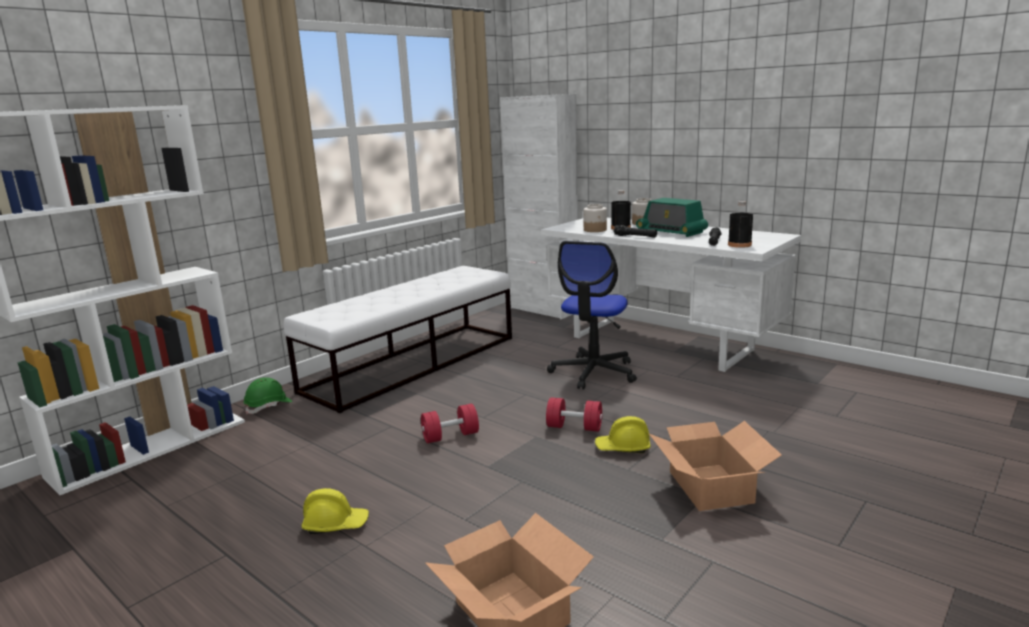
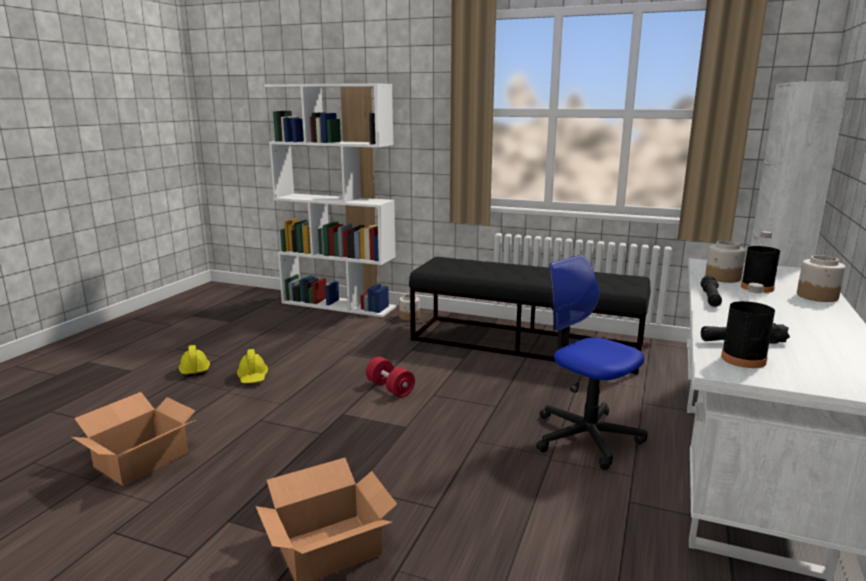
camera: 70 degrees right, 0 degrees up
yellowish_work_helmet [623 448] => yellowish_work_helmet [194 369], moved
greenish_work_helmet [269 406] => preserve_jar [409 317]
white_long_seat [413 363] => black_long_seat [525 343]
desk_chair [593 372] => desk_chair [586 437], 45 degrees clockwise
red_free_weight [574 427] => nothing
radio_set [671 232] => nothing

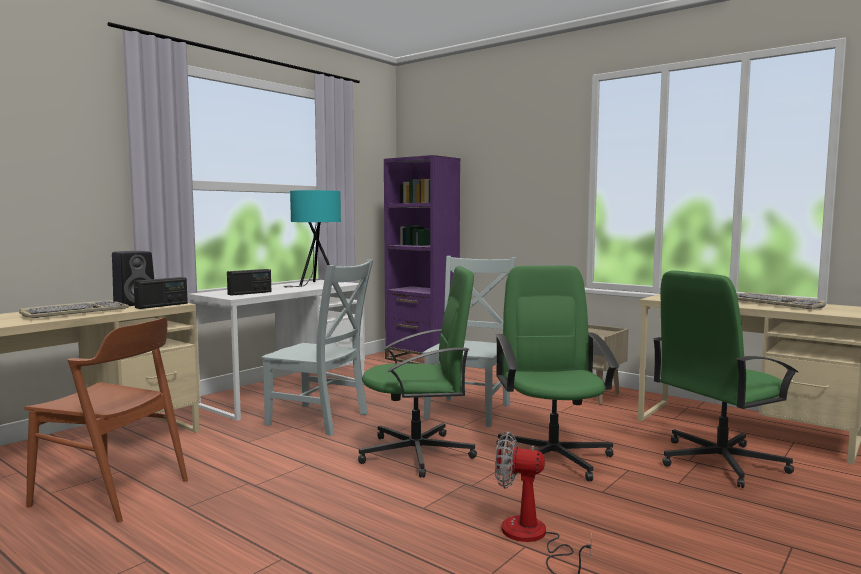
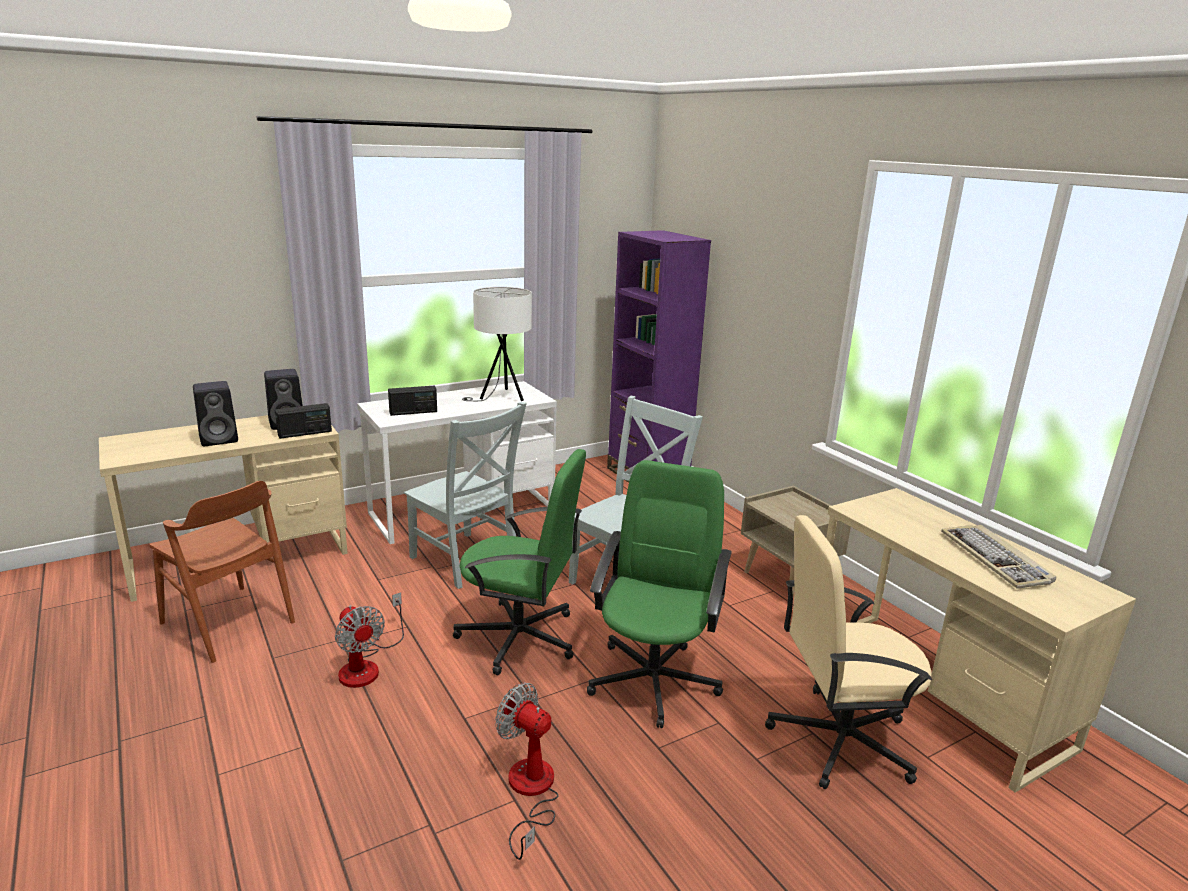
camera: 20 degrees right, 15 degrees up
computer_keyboard [75 313] => black_audio_speaker [220 439]
nothing => electric_fan [366 665]
blue-green_lamp_for_a_table [315 285] => white_lamp_for_a_table [500 397]
greenish_desk_chair [718 462] => beige_desk_chair [838 739]

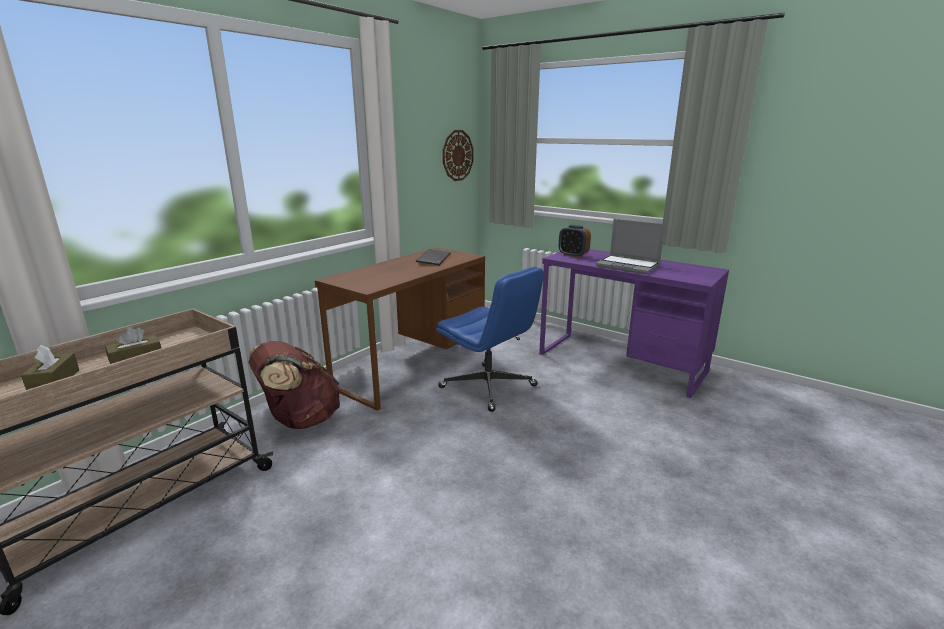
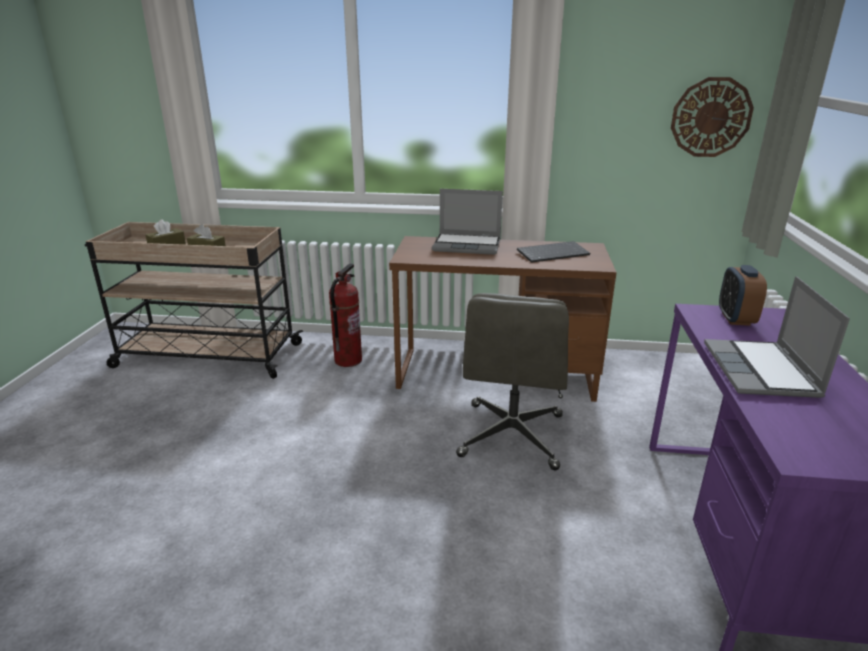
camera: 60 degrees right, 5 degrees up
brown-coloured_knapsack [300 420] => fire-fighting_cylinder [348 360]
nothing => laptop [468 245]
bluish_desk_chair [489 387] => gray_desk_chair [512 436]

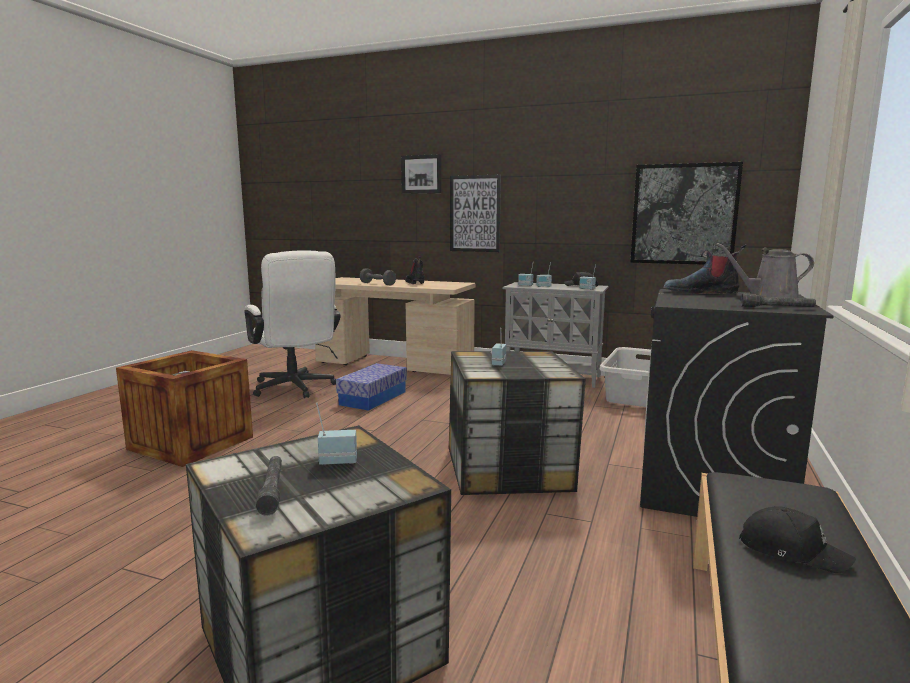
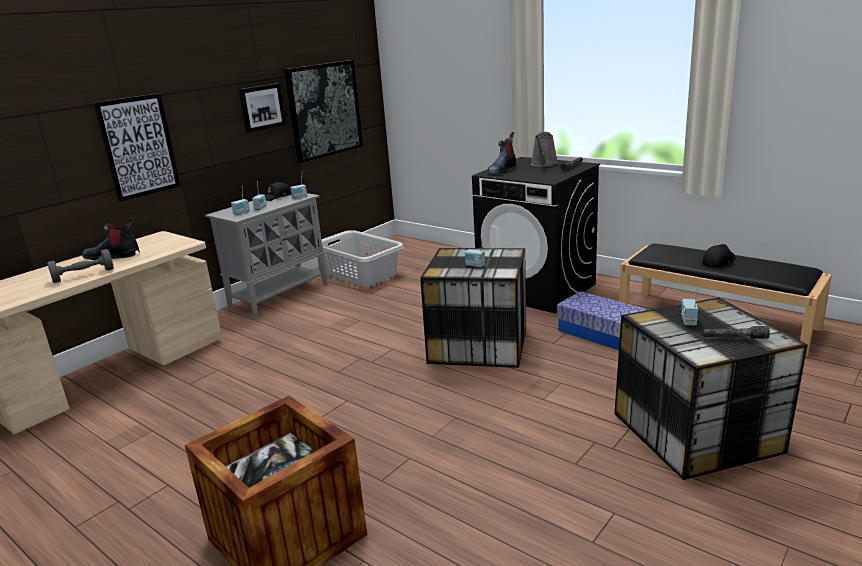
camera: 70 degrees left, 10 degrees up
picture [421 174] => picture [262 107], moved
storage_container [373 398] => storage_container [600 333], moved
white_desk_chair [295 389] => nothing

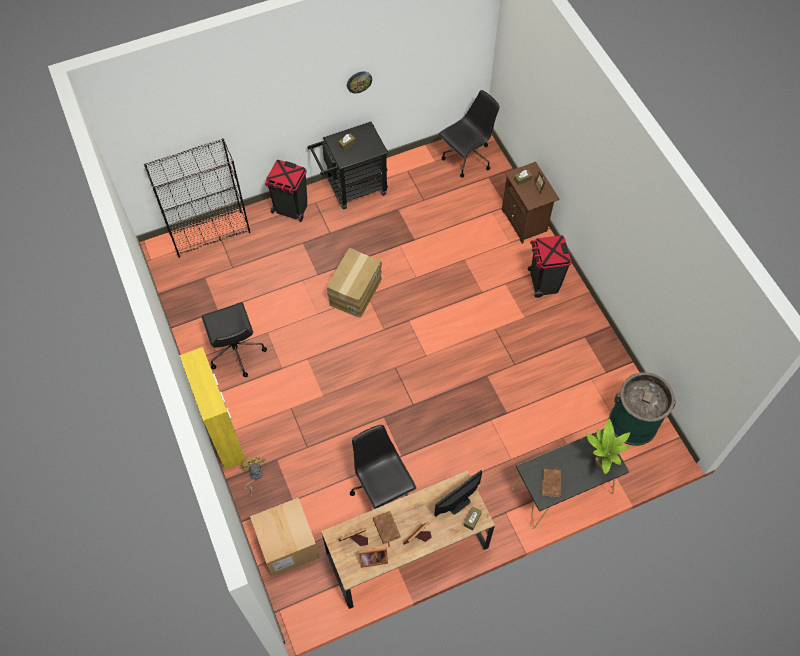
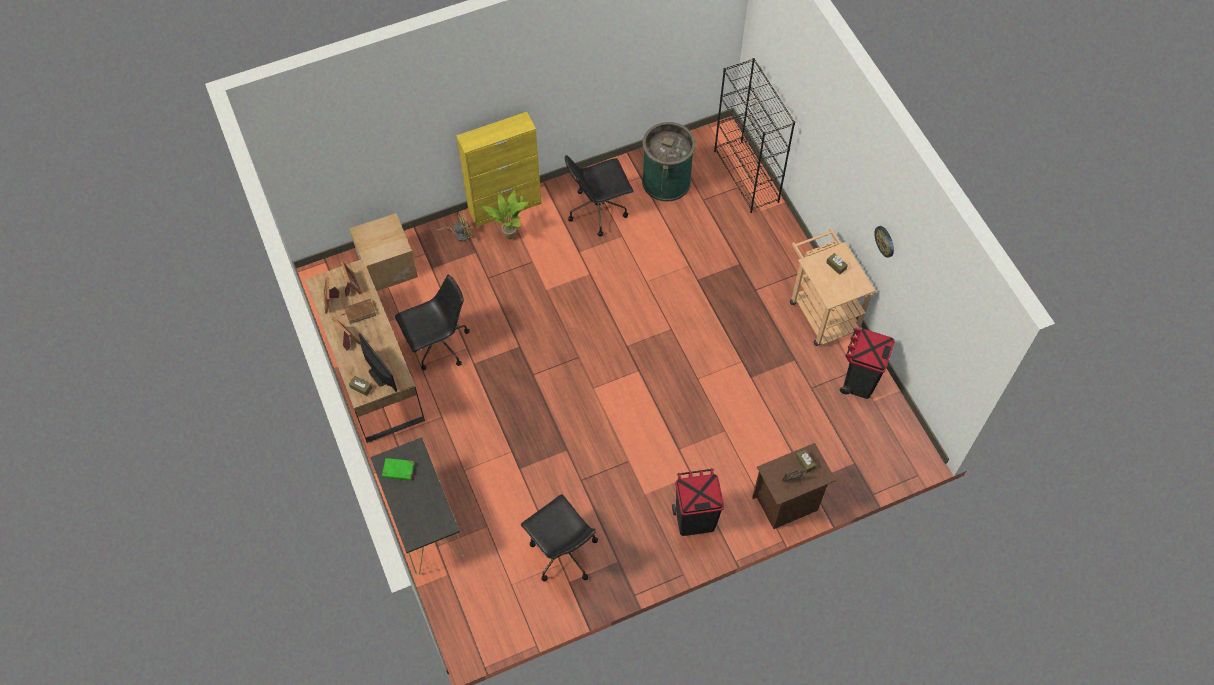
camera: 90 degrees right, 0 degrees up
brown-coloured_volume [551 483] => greenish_volume [398 470]
potted_plant [599 464] => potted_plant [510 234], moved
black_desk_chair [467 159] => black_desk_chair [563 552], moved
greenish_waste_bin [633 422] => greenish_waste_bin [666 181], moved
black_trolley [352 189] => beige_trolley [821 310]
black_waste_bin [291 209] => black_waste_bin [859 381], moved
cardboard_box [355 291] => nothing

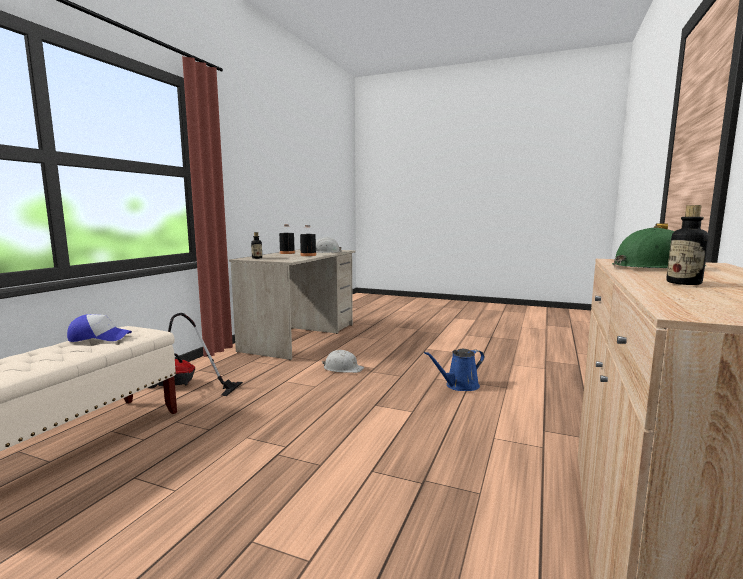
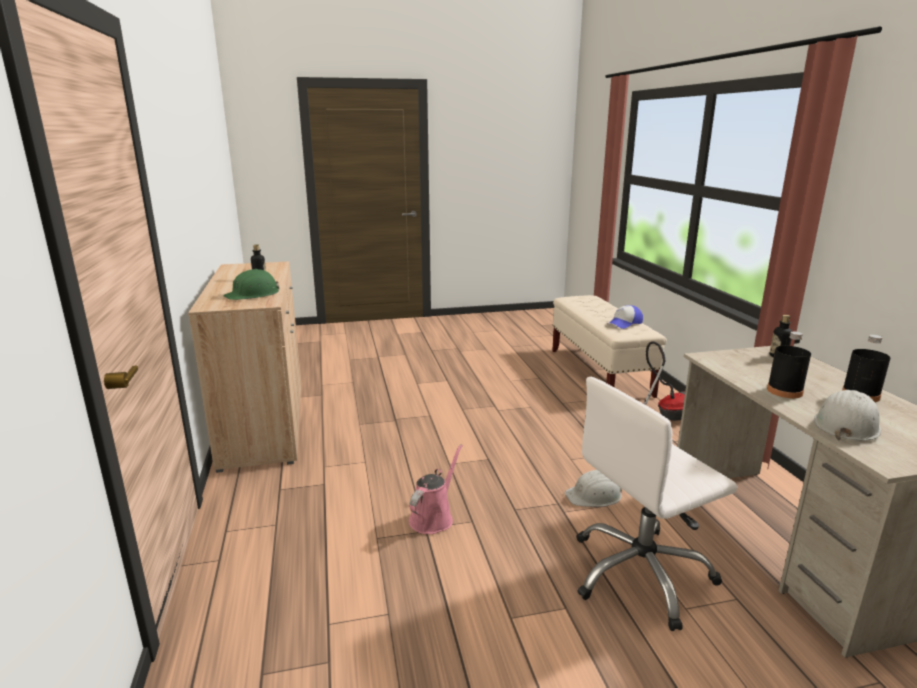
camera: 145 degrees right, 10 degrees up
bluish_watering_can [459 386] => pinkish_watering_can [433 517]
nothing => white_desk_chair [641 574]

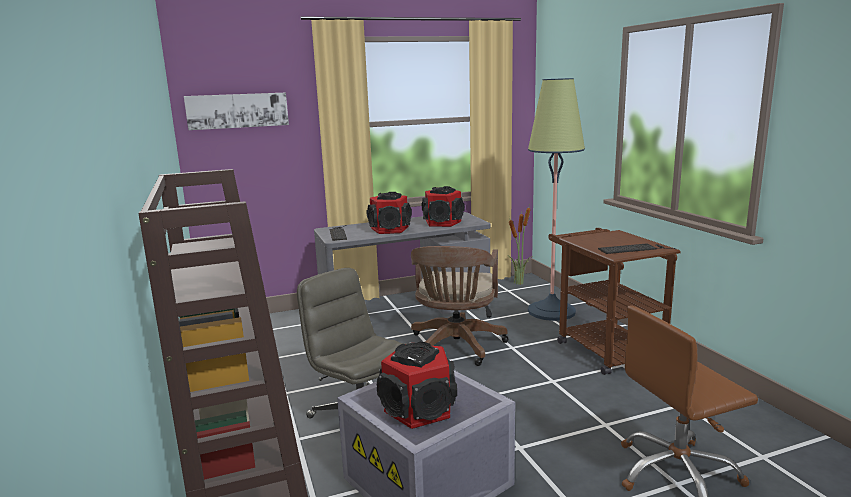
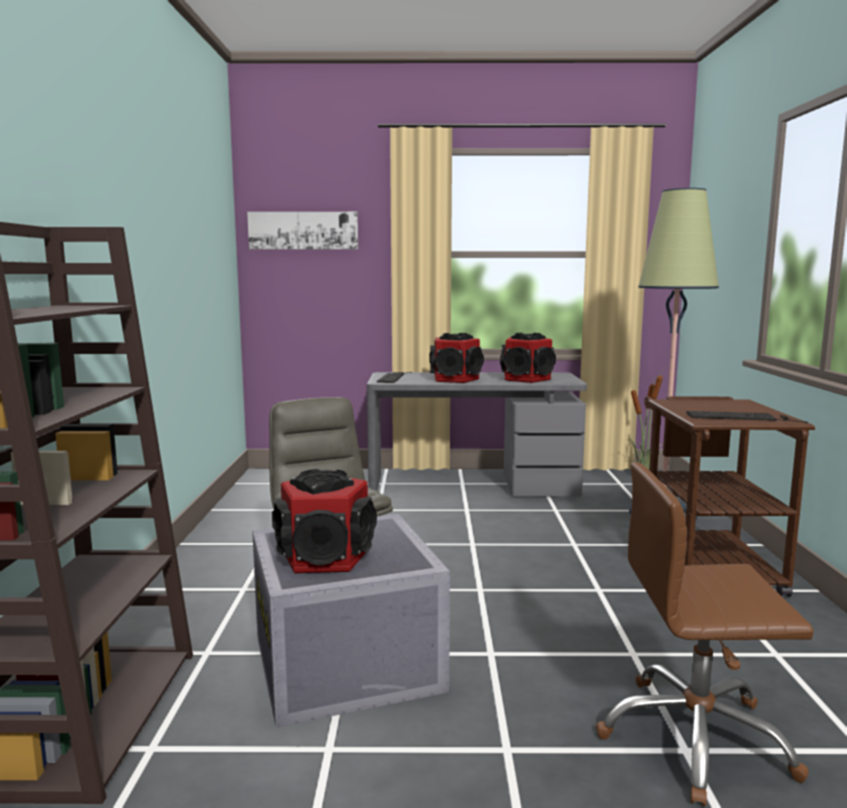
camera: 20 degrees right, 5 degrees down
brown-coloured_desk_chair [456 347] => nothing

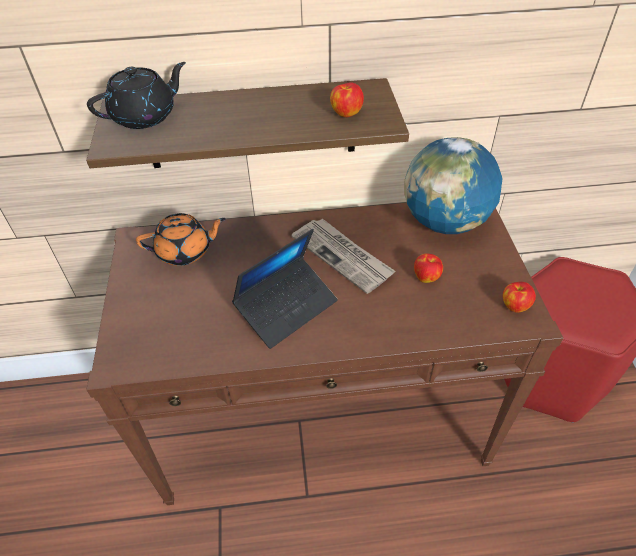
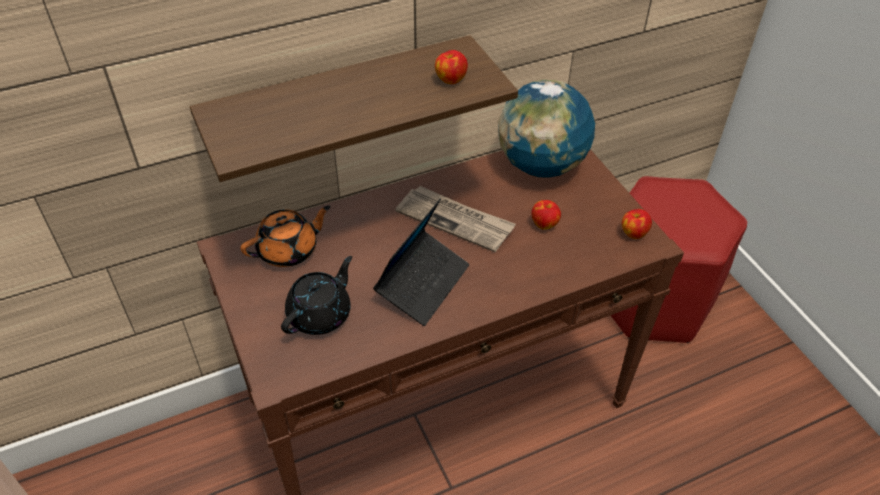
camera: 20 degrees left, 0 degrees up
black_pot_for_tea [145 116] => black_pot_for_tea [320 314], moved

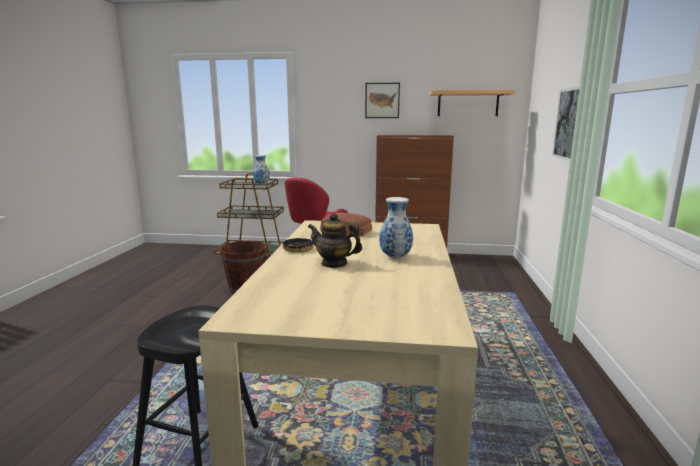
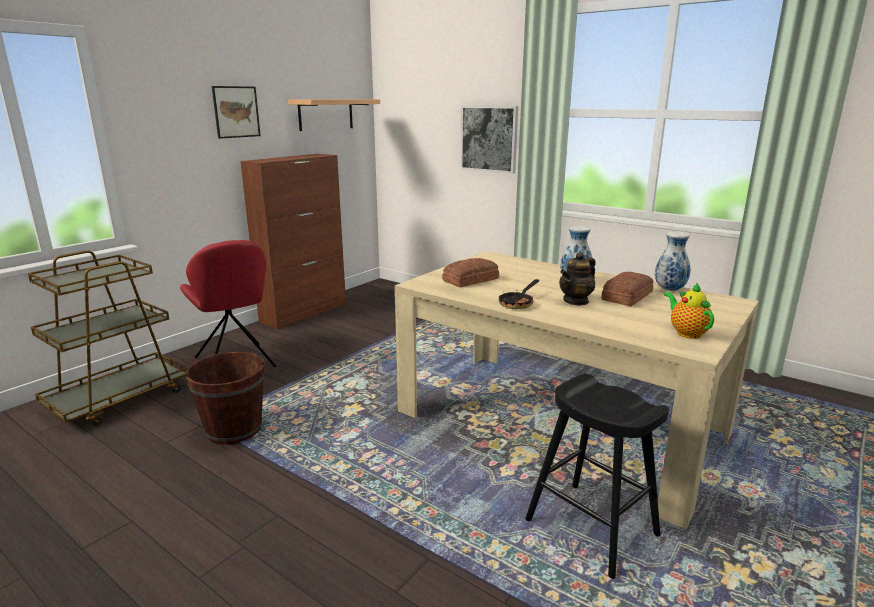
camera: 60 degrees left, 5 degrees up
nothing => bread [625 296]
flower_vase [262 184] => flower_vase [669 289], moved
nothing => pot_for_tea [686 333]

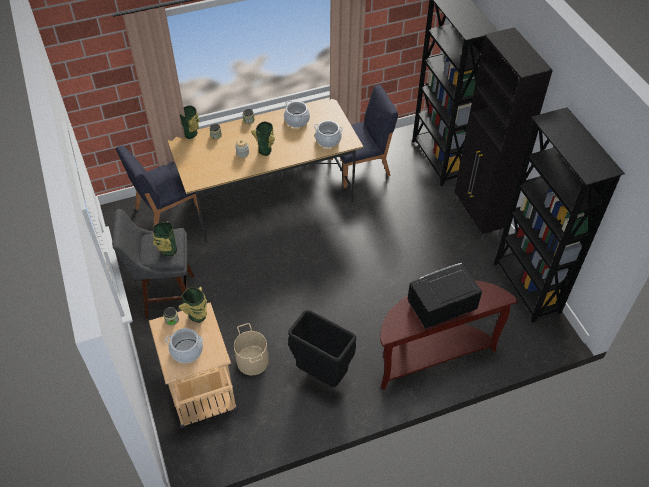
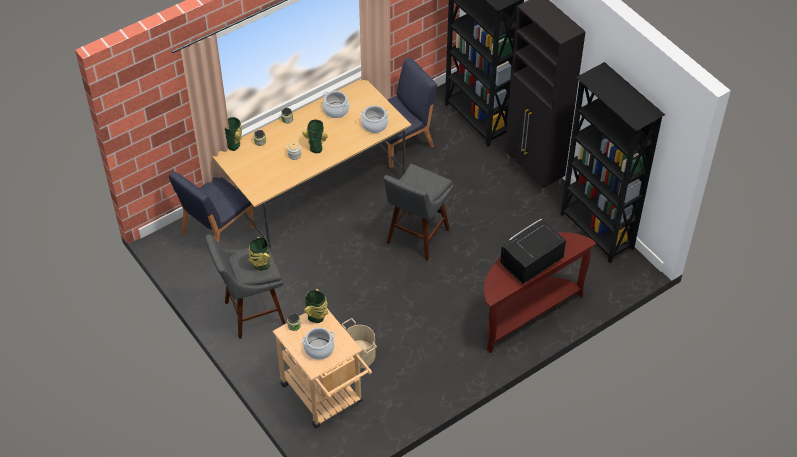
camera: 15 degrees left, 0 degrees up
nothing => gray_stool_seat [416 238]
black_waste_bin [321 375] => nothing

